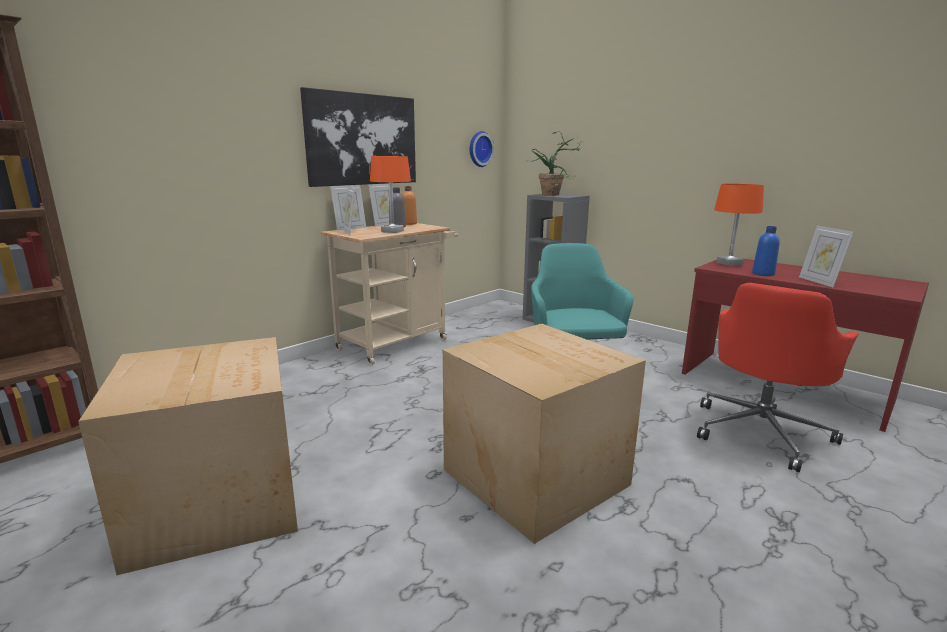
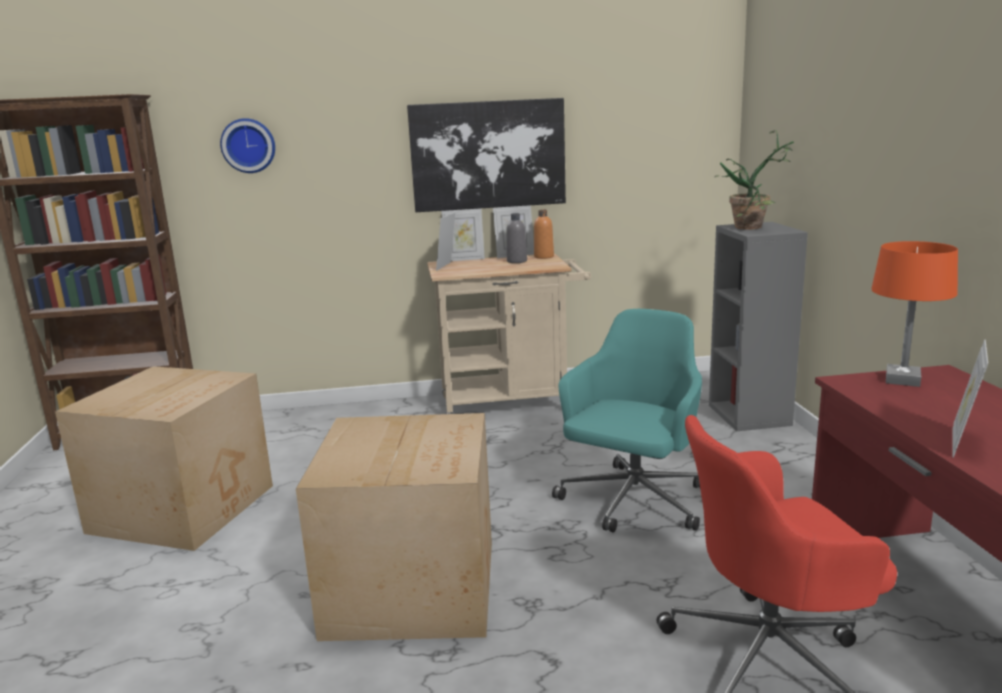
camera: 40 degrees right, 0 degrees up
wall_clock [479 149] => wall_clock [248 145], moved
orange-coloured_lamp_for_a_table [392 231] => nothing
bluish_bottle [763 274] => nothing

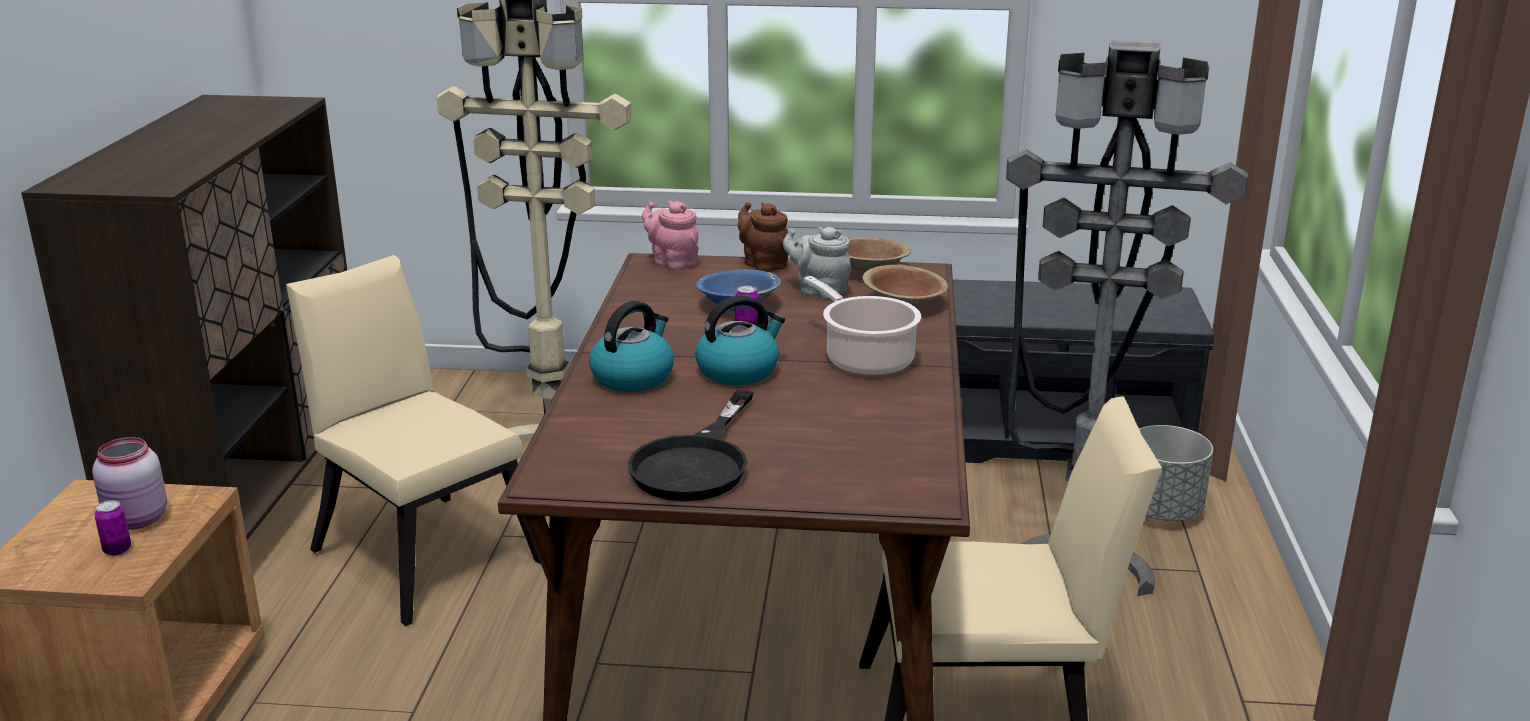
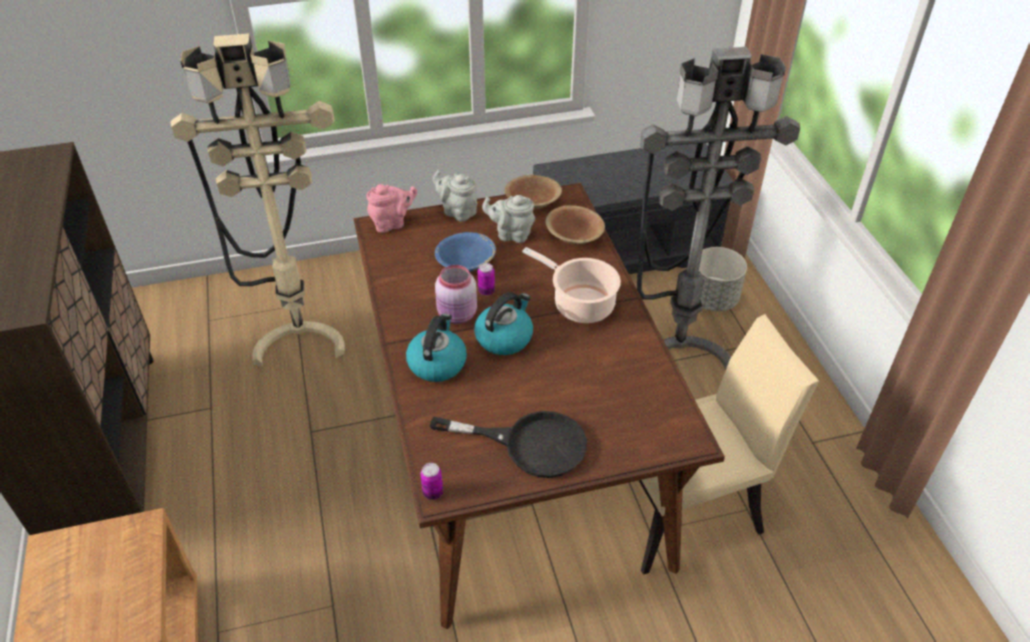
camera: 20 degrees left, 20 degrees up
pinkish_pot_for_tea [672 262] => pinkish_pot_for_tea [392 223], 135 degrees clockwise
sealed_can [117 550] => sealed_can [433 492], moved
black_pan [697 462] => black_pan [529 444], 75 degrees counterclockwise
brown-coloured_pot_for_tea [763 264] => gray_pot_for_tea [457 212]
pinkish_preserve_jar [136 521] => pinkish_preserve_jar [457 315], moved
beige_upright_chair [422 549] => nothing

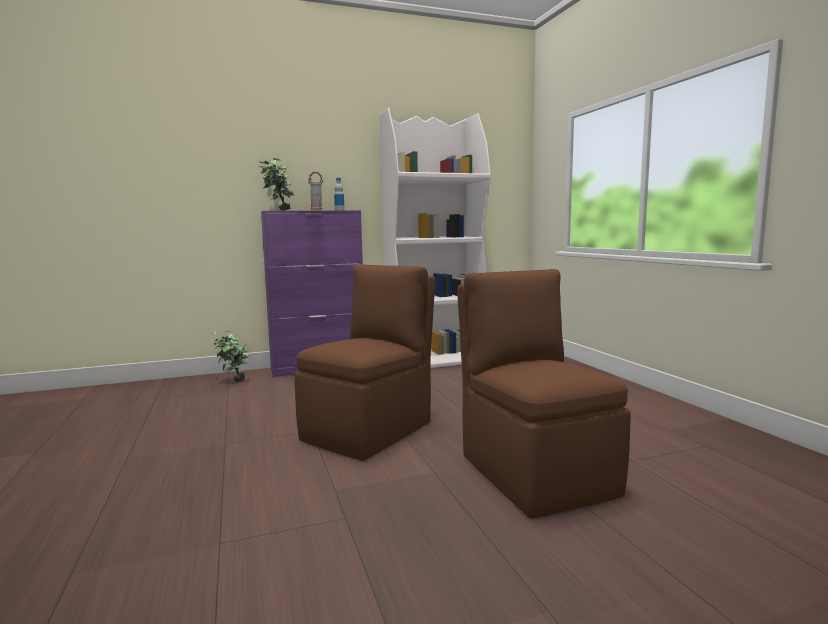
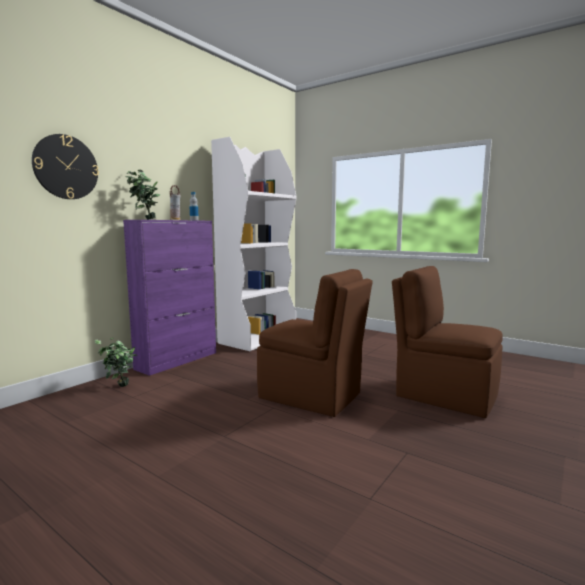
camera: 35 degrees left, 0 degrees up
nothing => wall_clock [66 167]
brown-coloured_upright_chair [370 430] => brown-coloured_upright_chair [312 396], 120 degrees clockwise

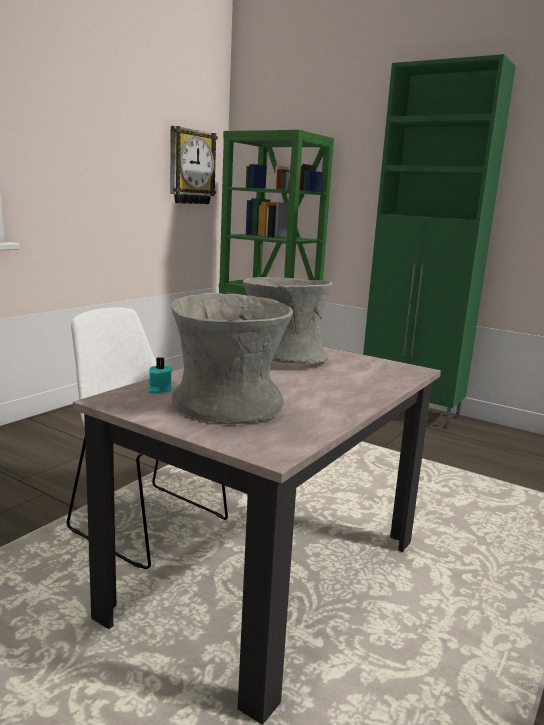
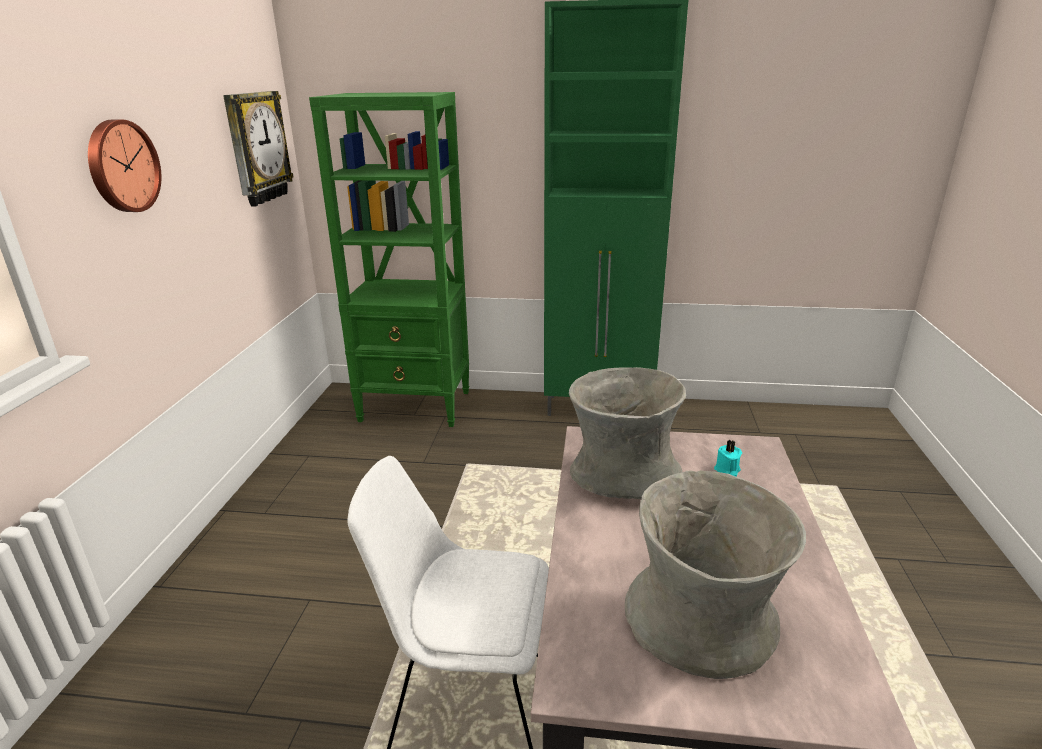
camera: 25 degrees left, 10 degrees up
nothing => wall_clock [121 166]
blue-green_wax_light [158 390] => blue-green_wax_light [727 470], moved

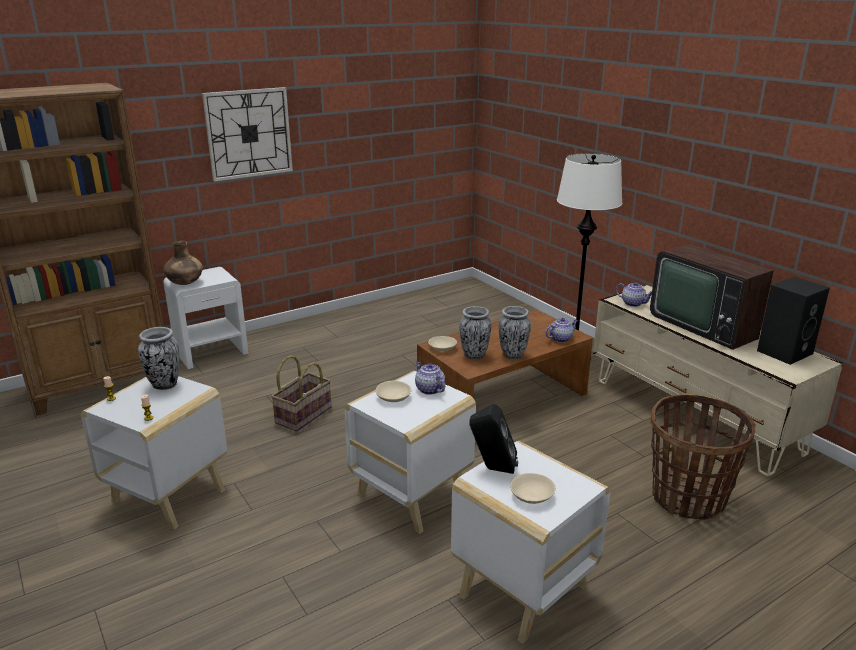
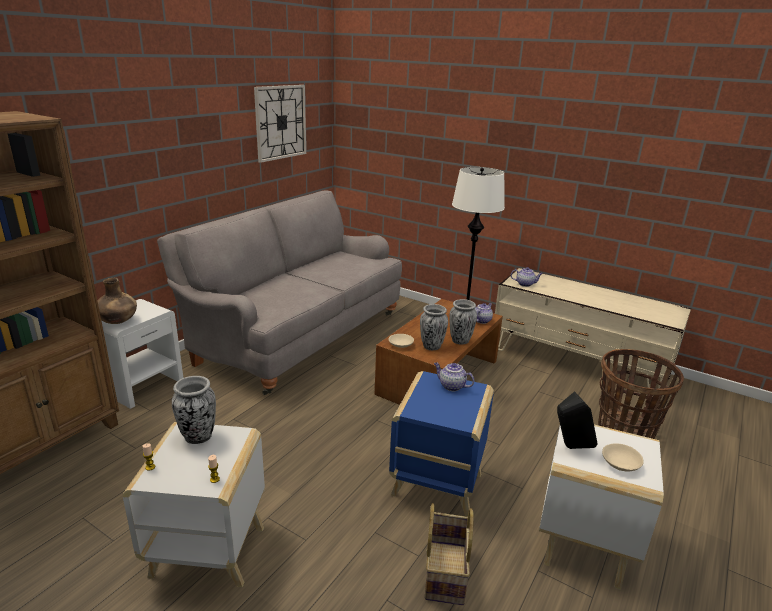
camera: 25 degrees left, 0 degrees up
nothing => gray_sofa [296 335]
wall_clock [249 133] => wall_clock [280 122], moved
white_end_table [409 496] => bluish_end_table [435 484]
storage_basket [303 415] => storage_basket [444 571], moved
beige_serving_bowl [393 398] => nothing
television [705 324] => nothing
black_audio_speaker [784 351] => nothing

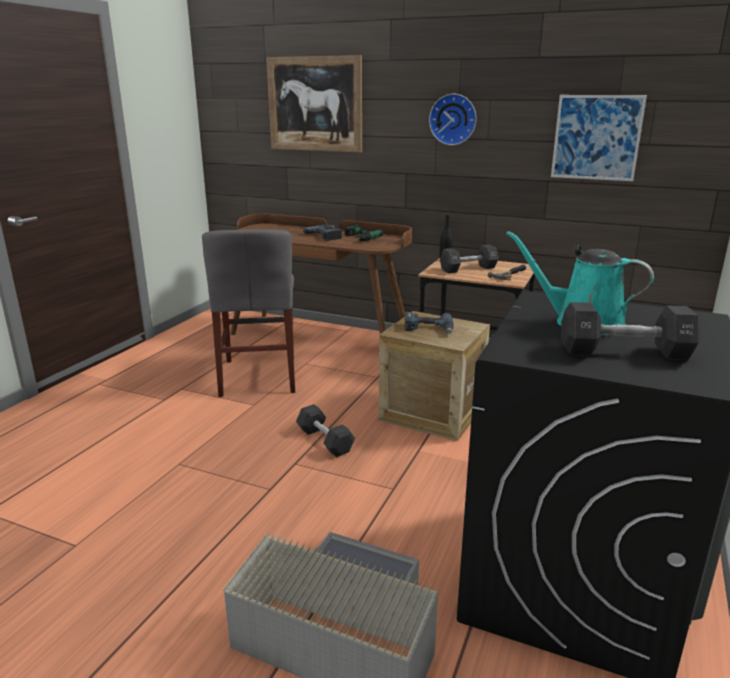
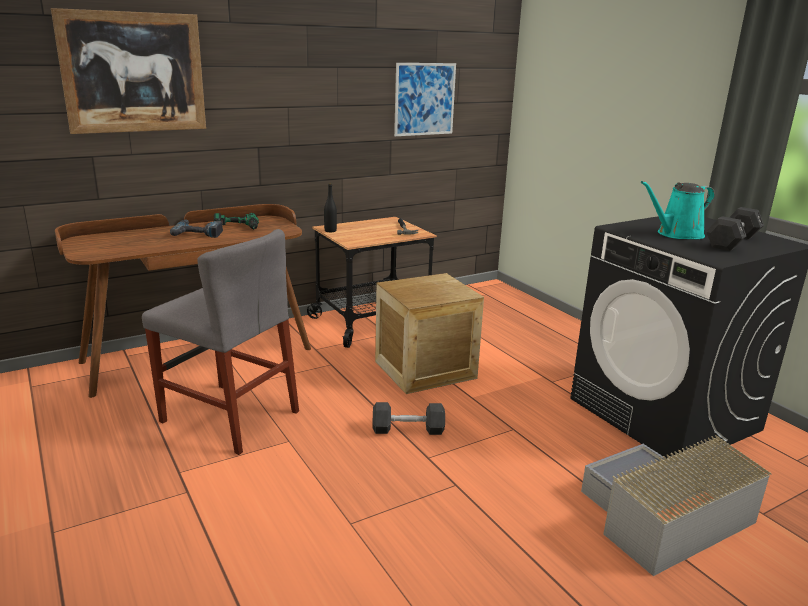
camera: 55 degrees left, 0 degrees up
power_drill [428 329] => nothing
wall_clock [453 119] => nothing
black_free_weight [468 269] => nothing

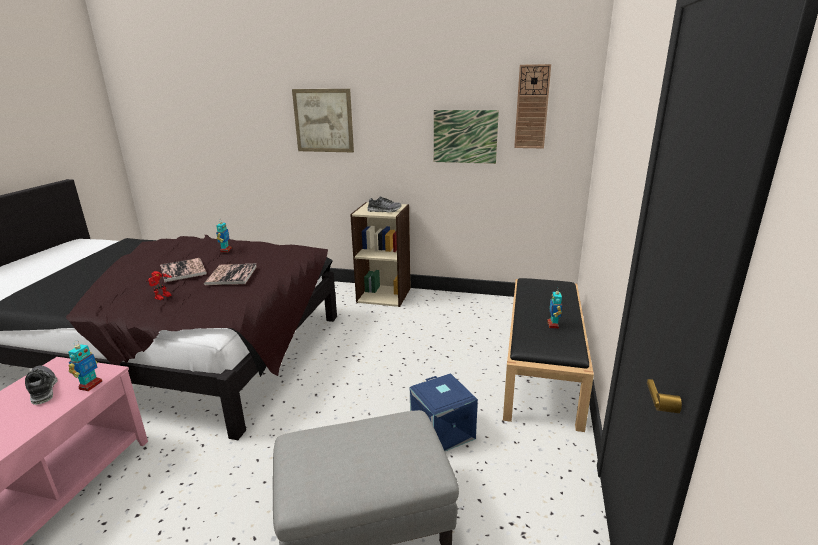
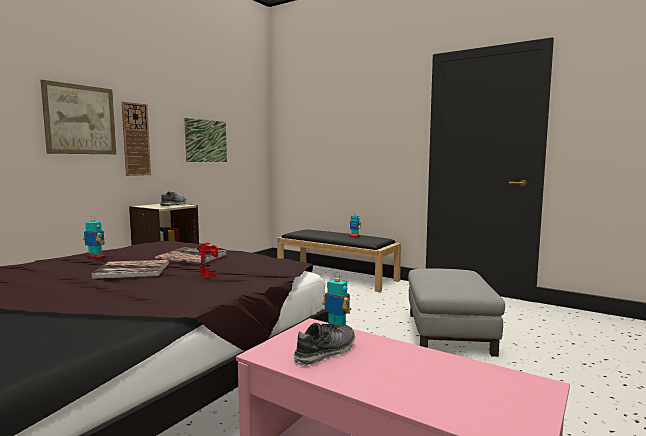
camera: 70 degrees left, 15 degrees down
wall_clock [532 107] => wall_clock [136 139], moved
low_shoe [42 389] => low_shoe [325 353], 150 degrees clockwise
bluish_storage_container [441 432] => nothing

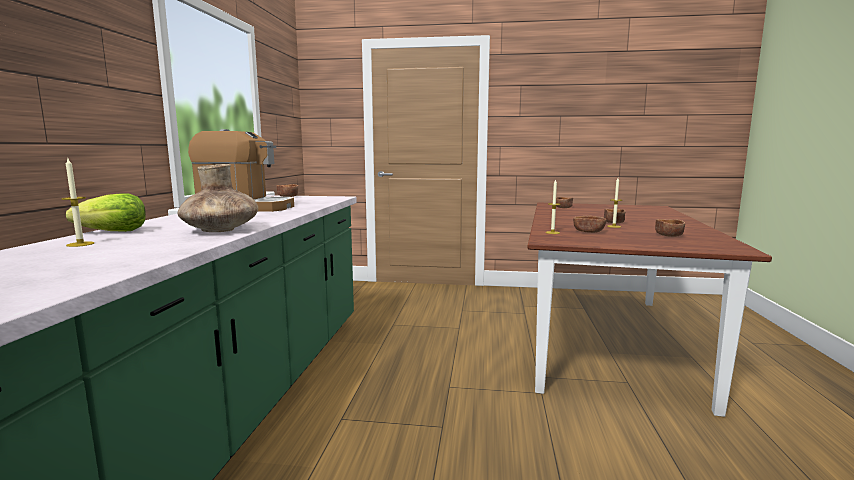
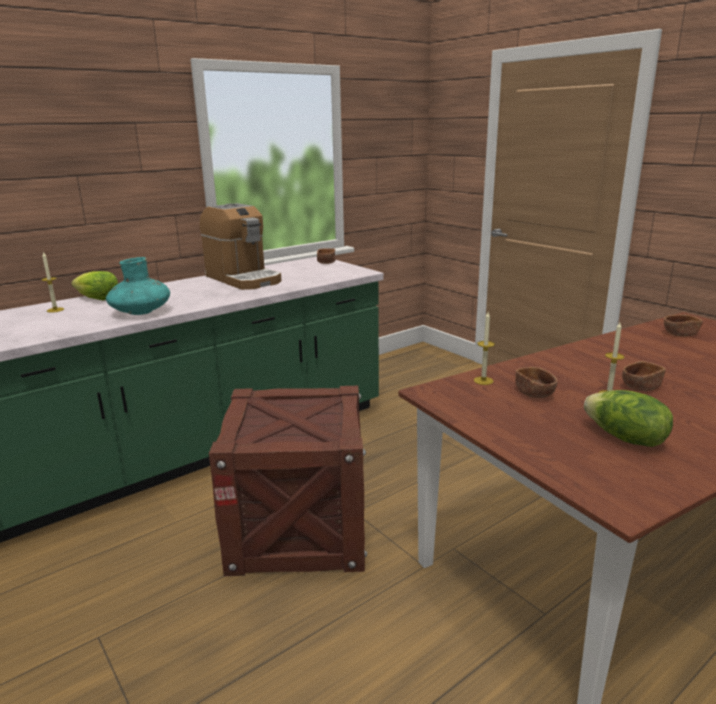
camera: 45 degrees right, 10 degrees up
brown-coloured_flower_vase [220 230] => blue-green_flower_vase [141 312]
nothing => packing_crate [298 528]
brown-coloured_serving_bowl [668 235] => lettuce_head [625 438]

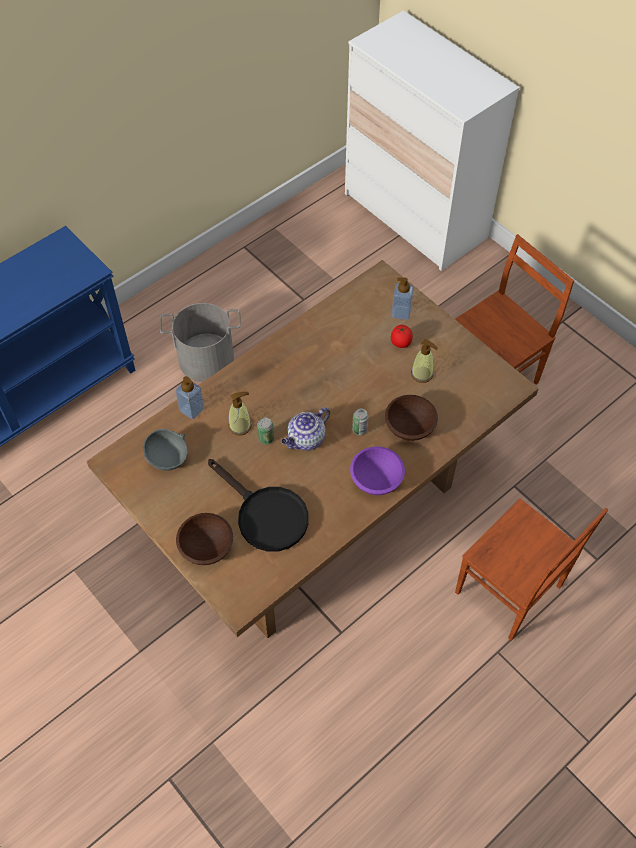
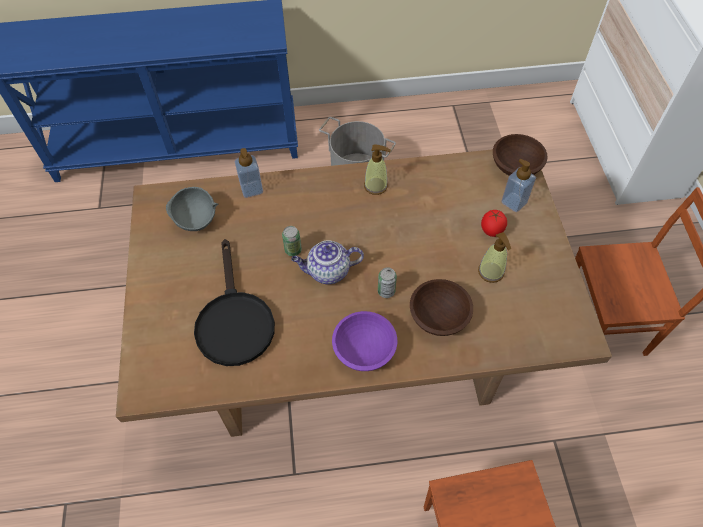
camera: 35 degrees right, 0 degrees up
soap_dispenser [240 426] => soap_dispenser [376 186], moved
brown-coloured_serving_bowl [205 546] => brown-coloured_serving_bowl [515 165], moved

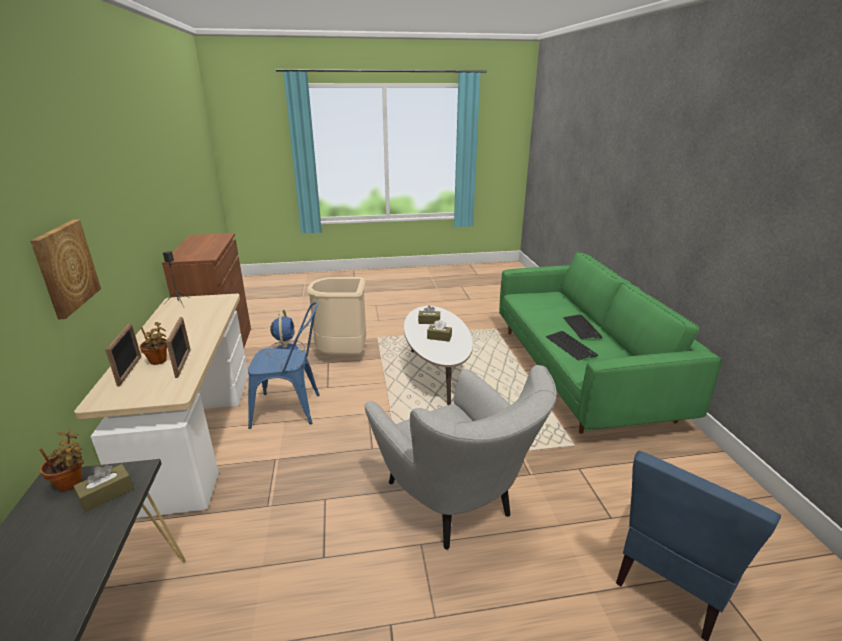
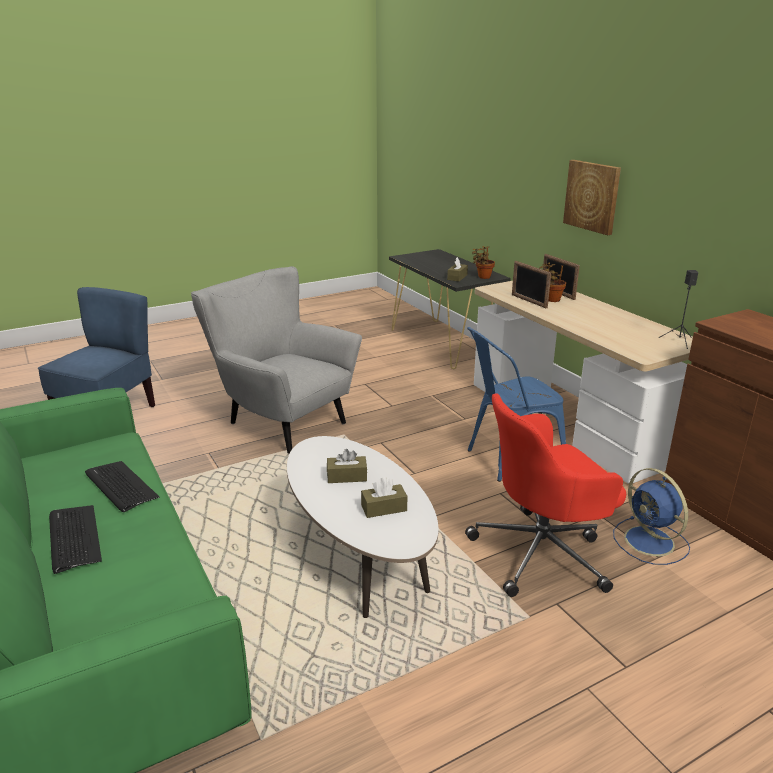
camera: 160 degrees right, 0 degrees up
beige_waste_bin [343 355] => red_desk_chair [542 553]

